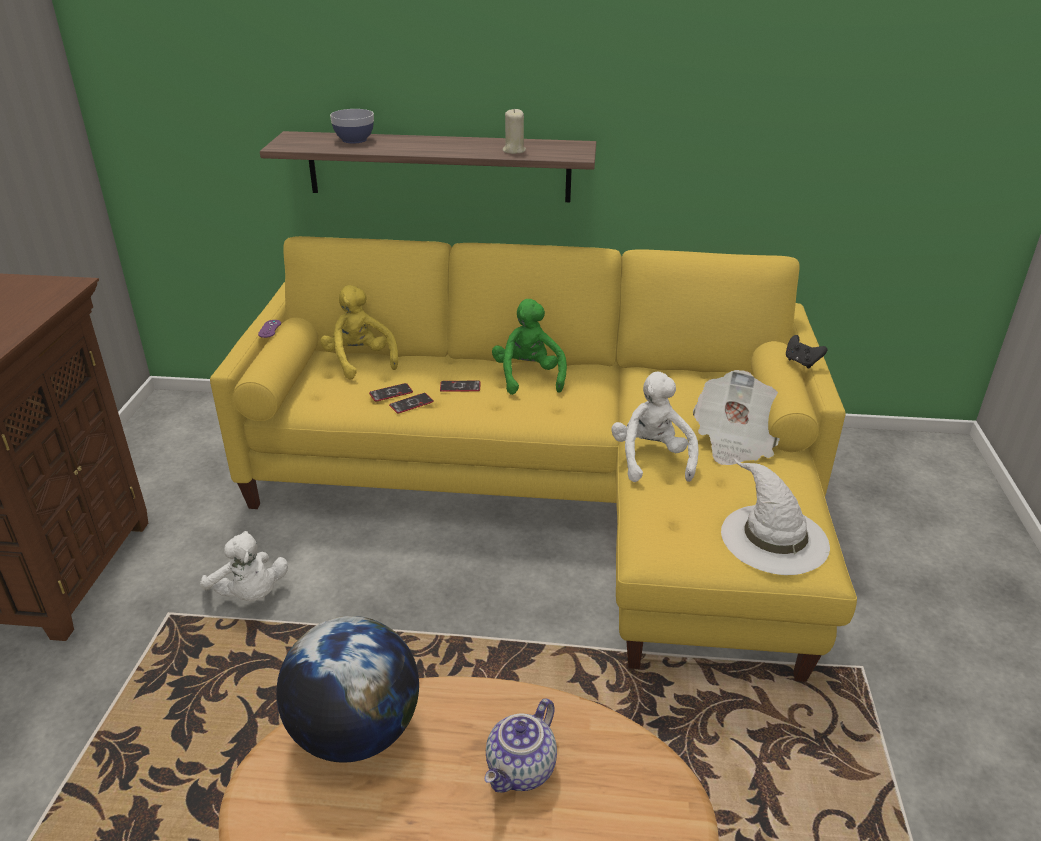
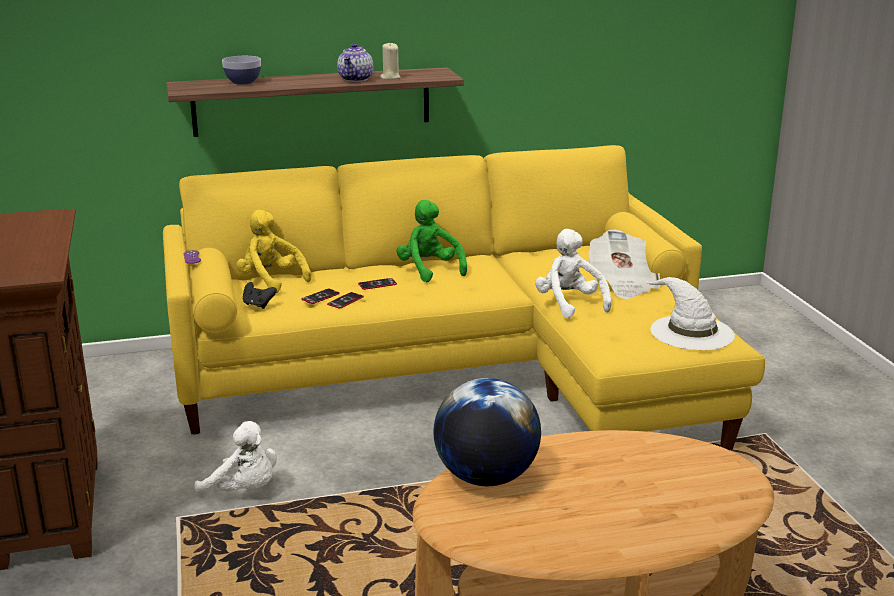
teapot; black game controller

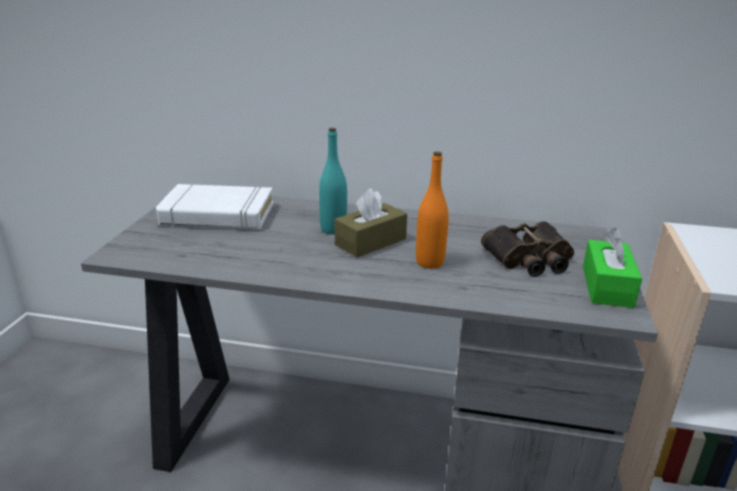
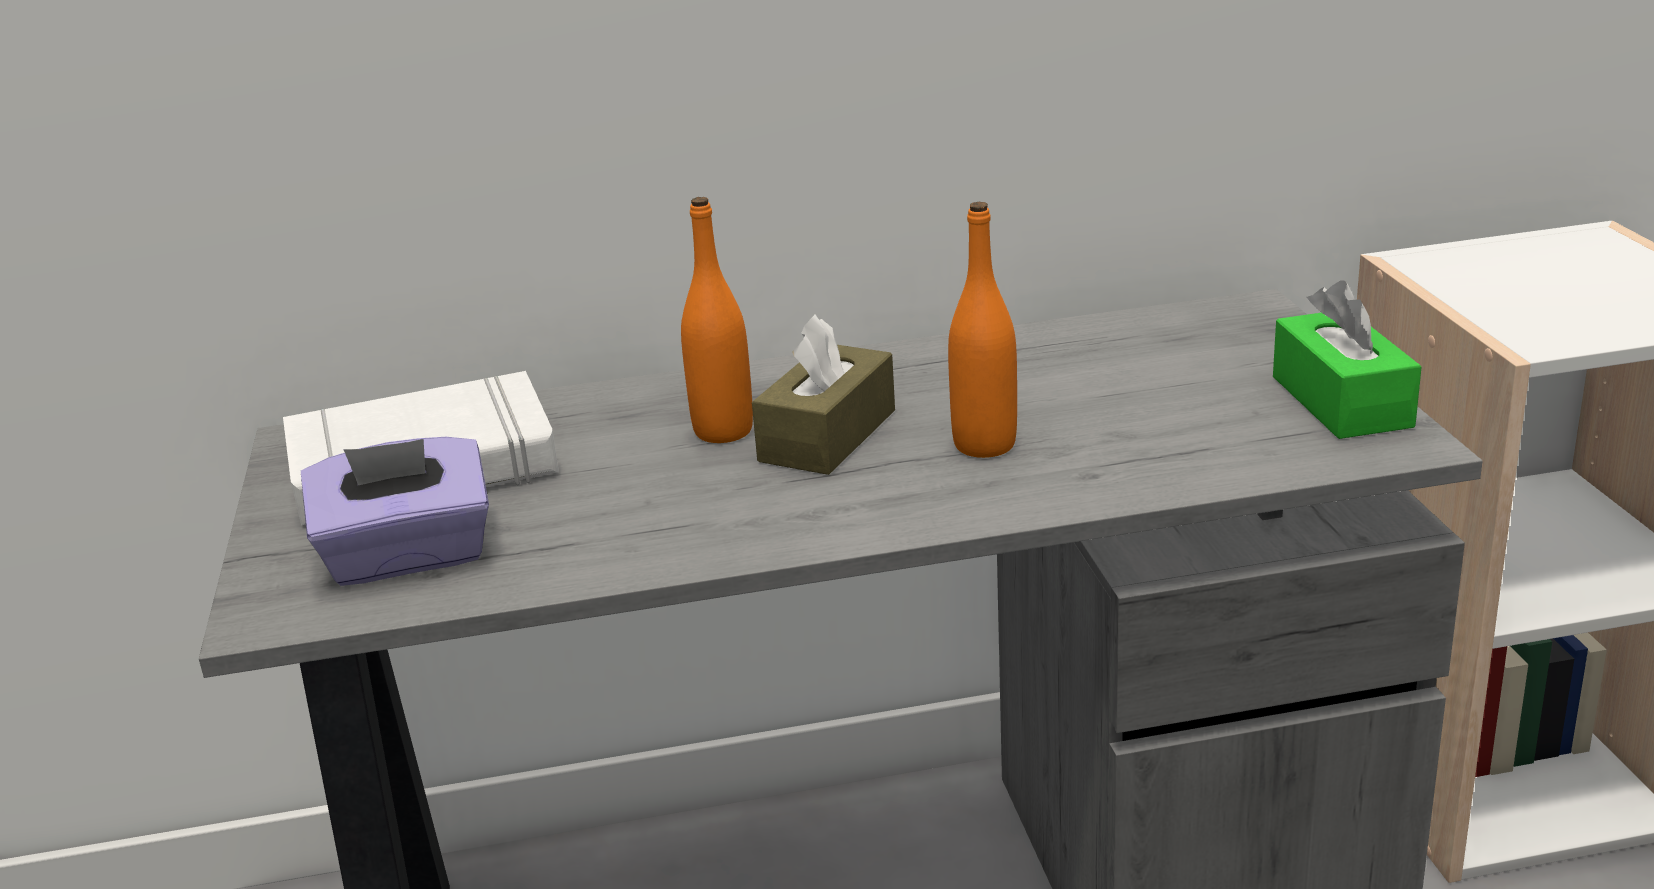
binoculars; purple-coloured tissue holder; orange-coloured beverage bottle (1st from left)

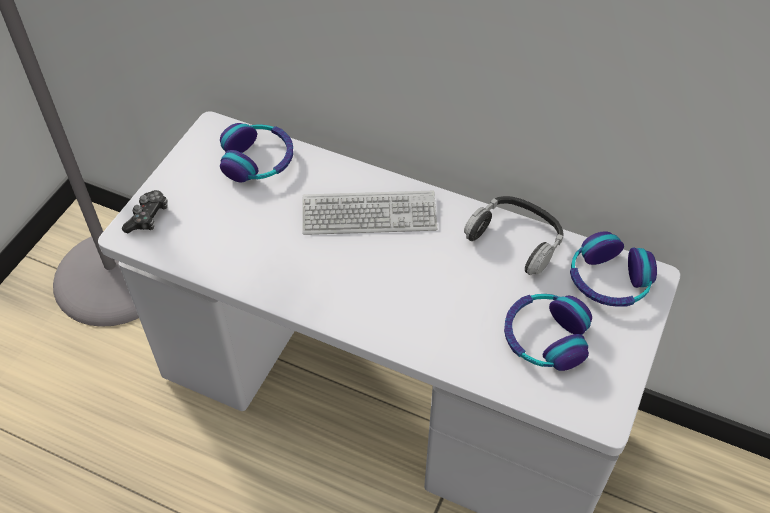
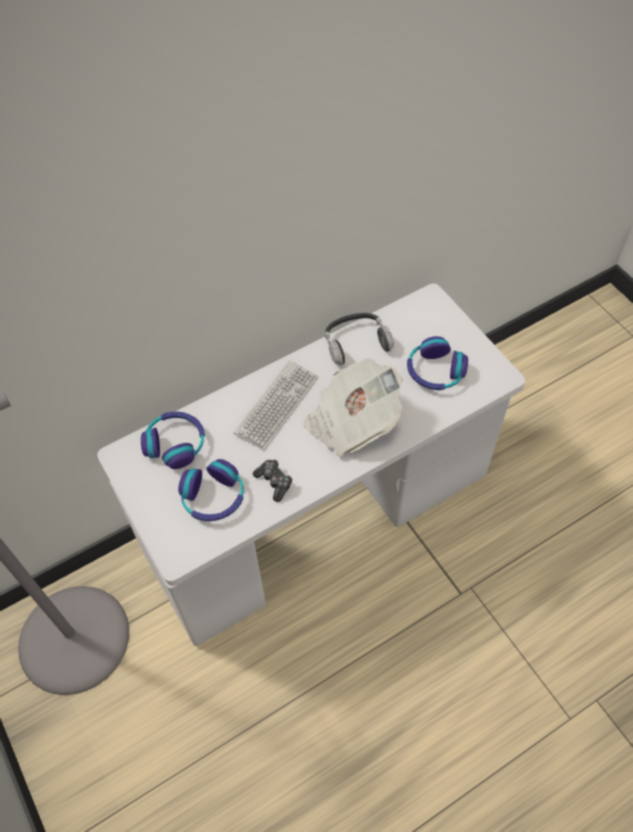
daily paper; game controller; headset (2nd from left)

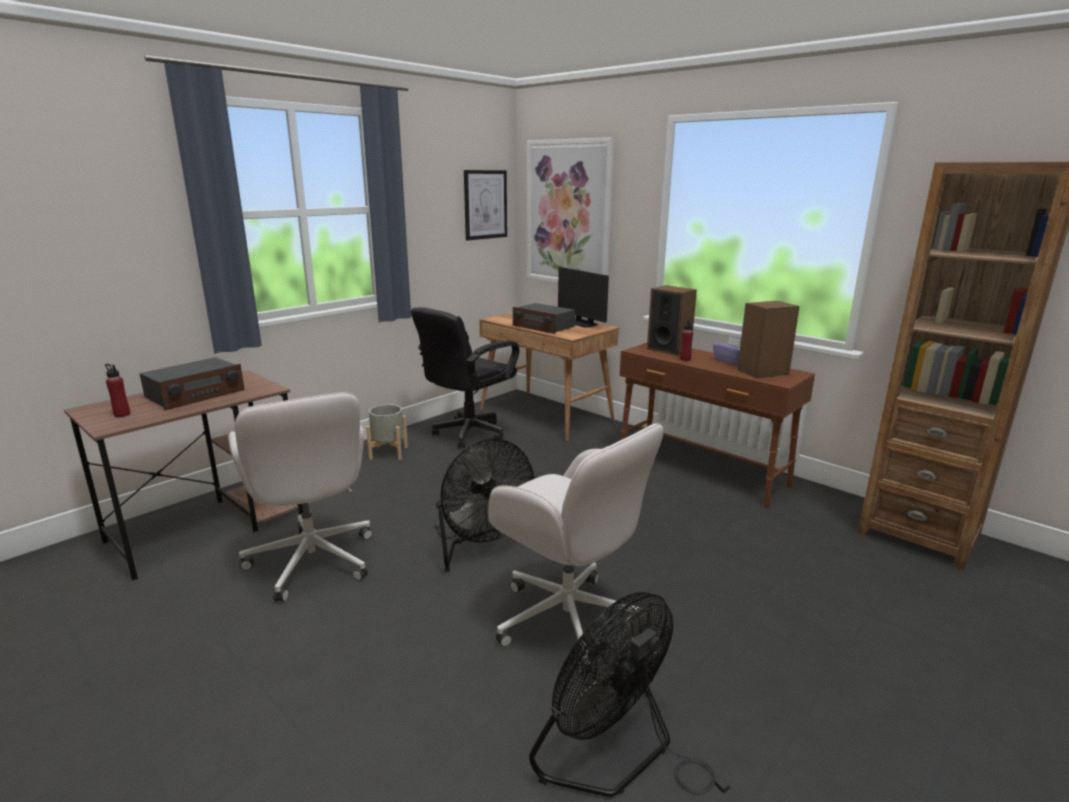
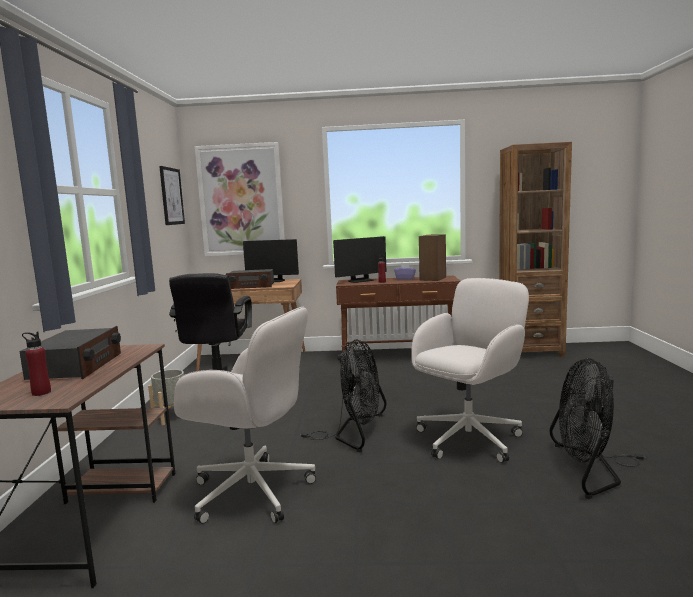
monitor (2nd from left); white desk chair (2nd from left)

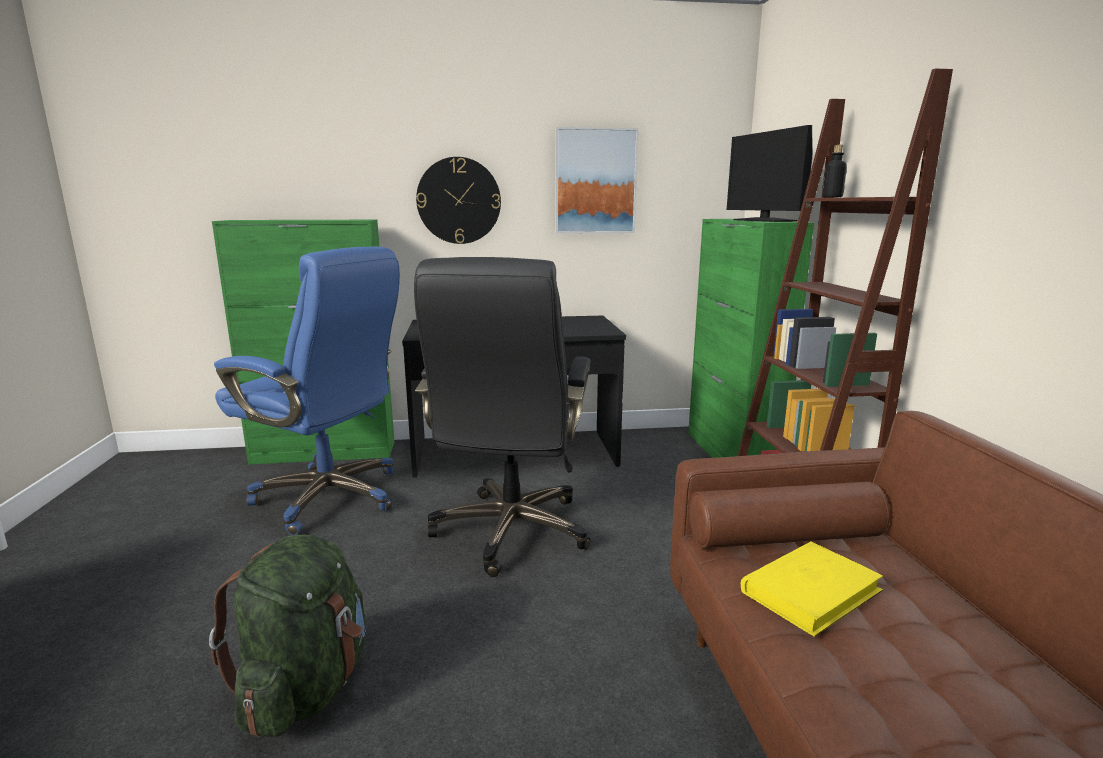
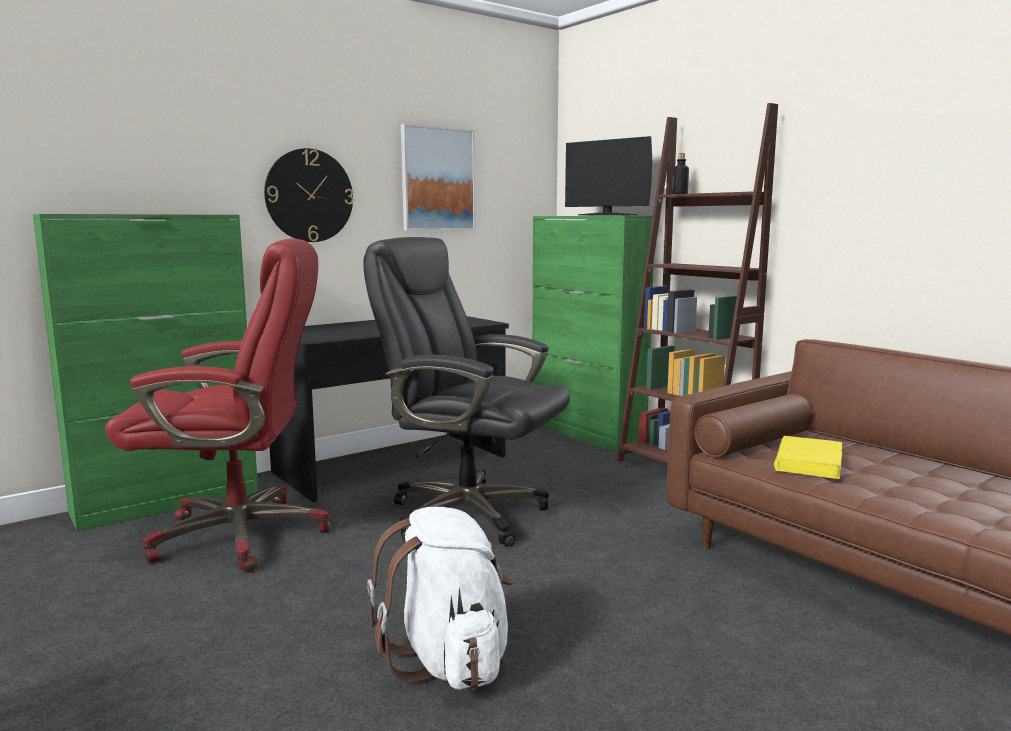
white rucksack; red-coloured desk chair; black desk chair

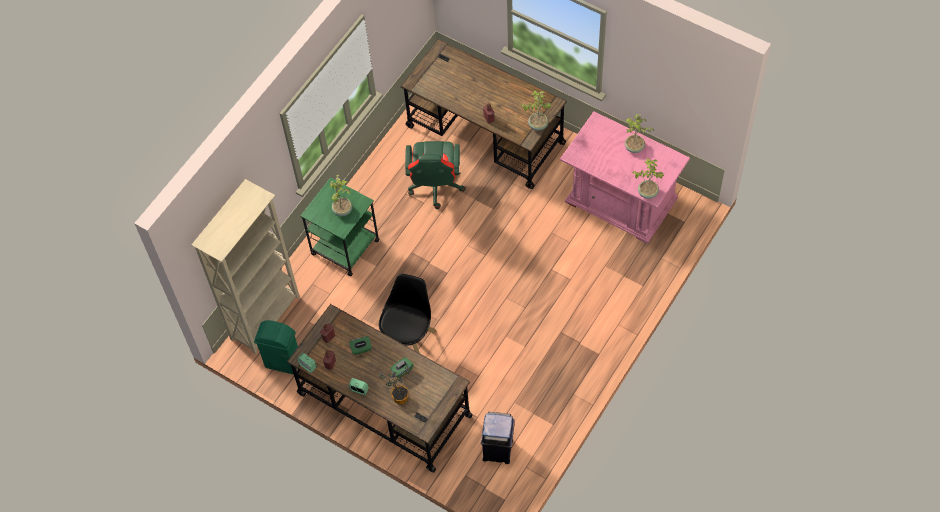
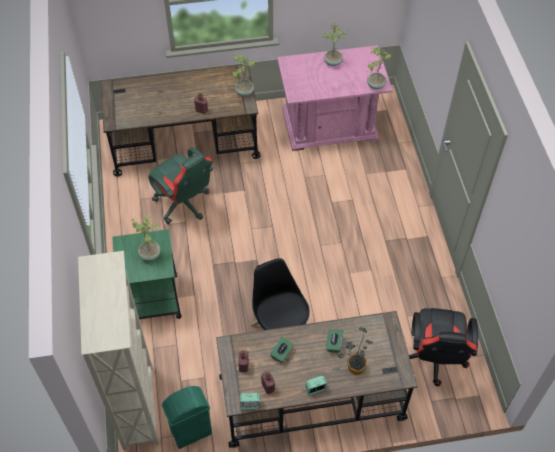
black desk chair

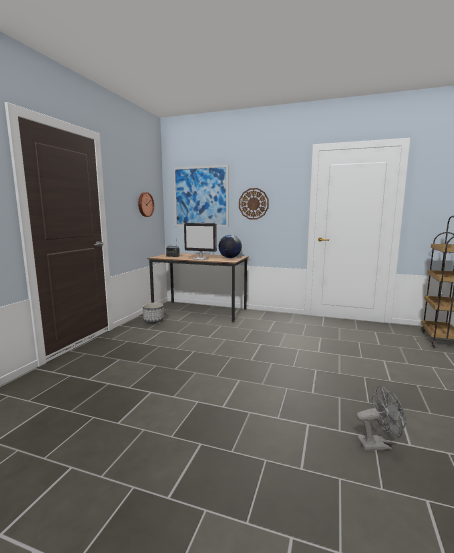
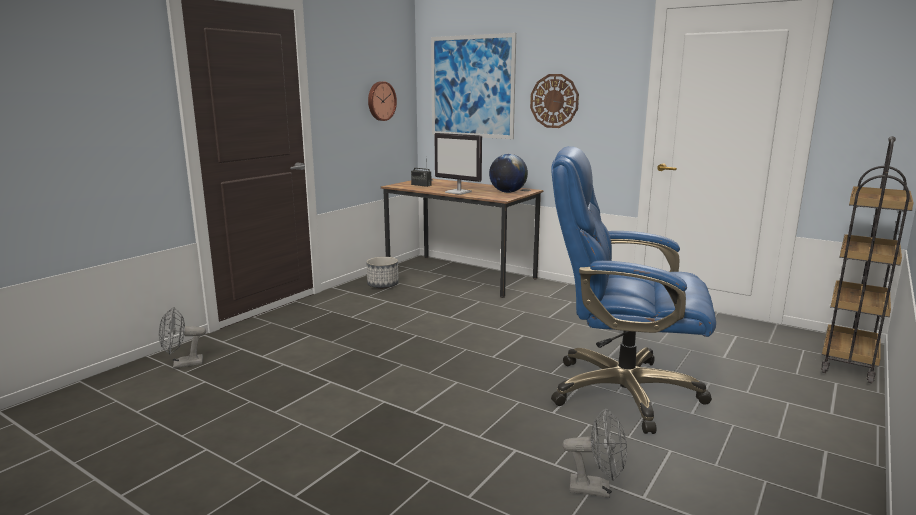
grey fan (1st from left); bluish desk chair

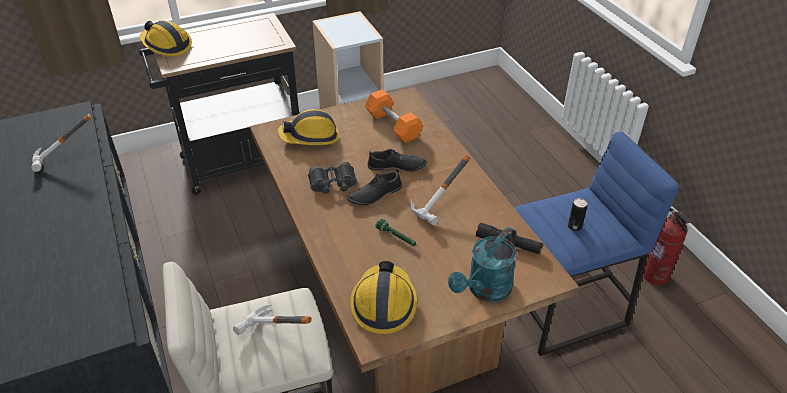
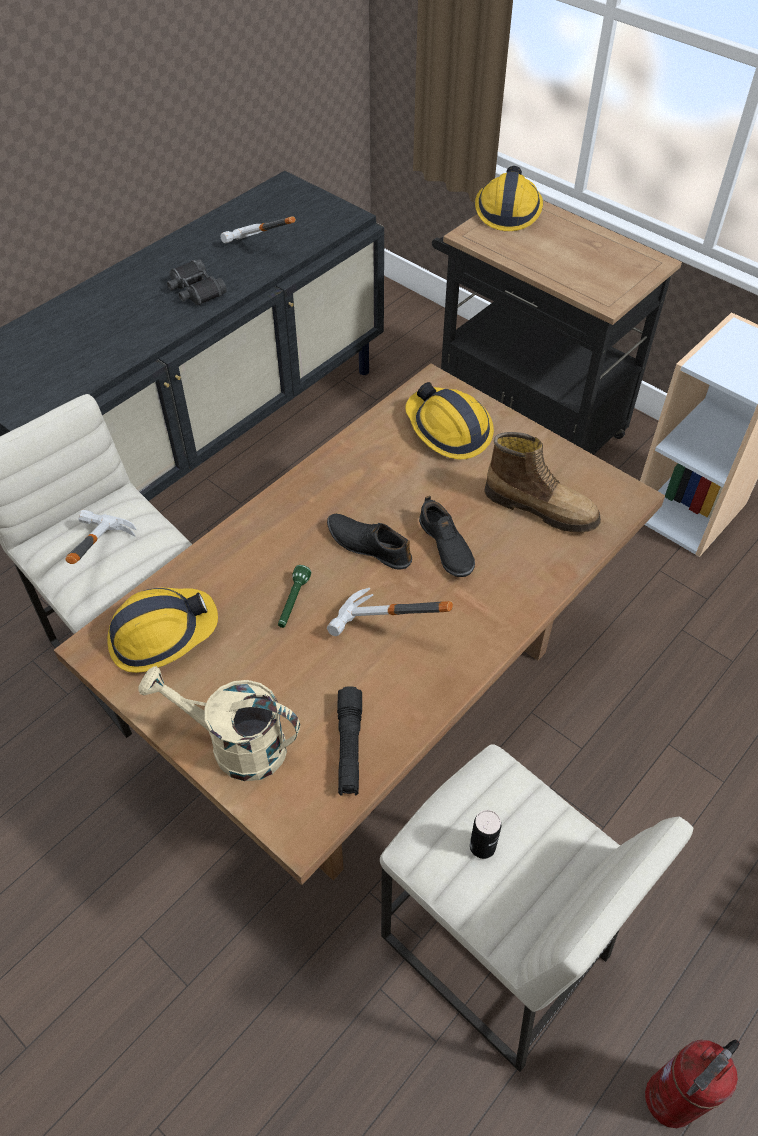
black binoculars; high-top boot; beige sprinkling can; beige stool seat (2nd from left)

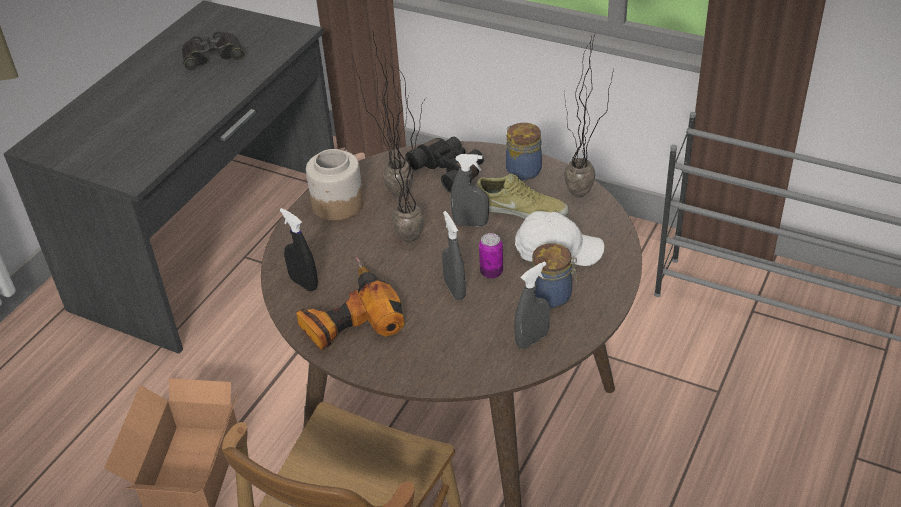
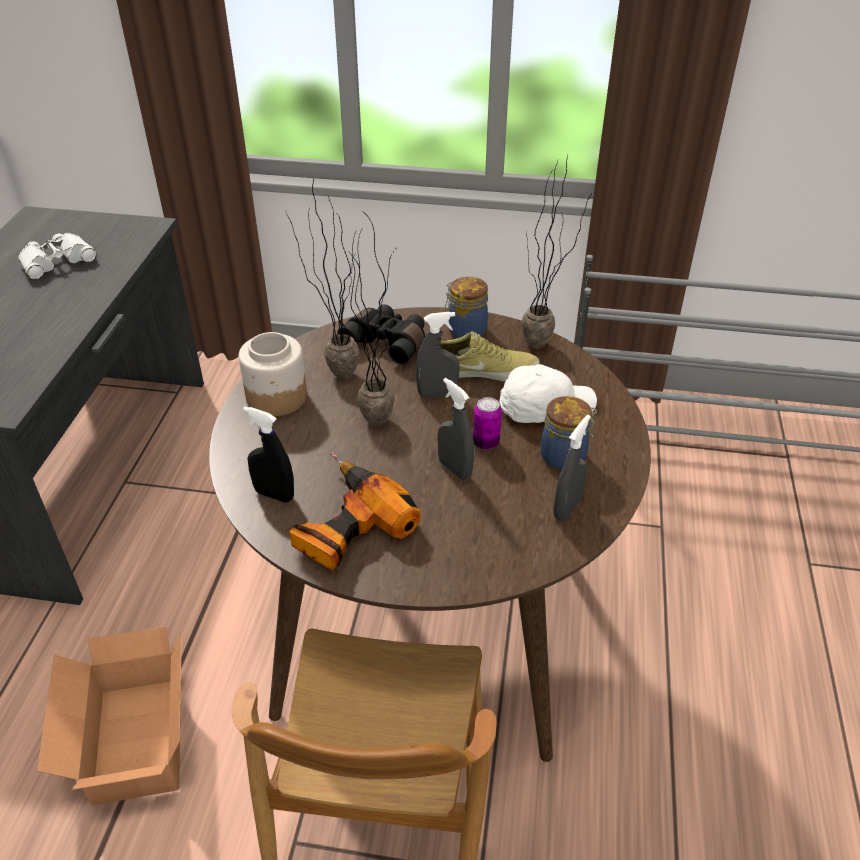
white binoculars

